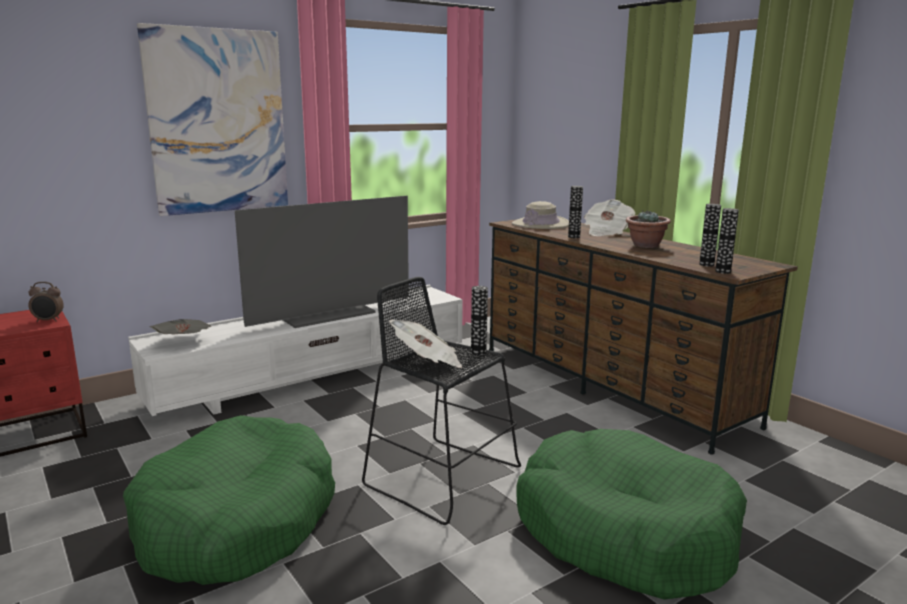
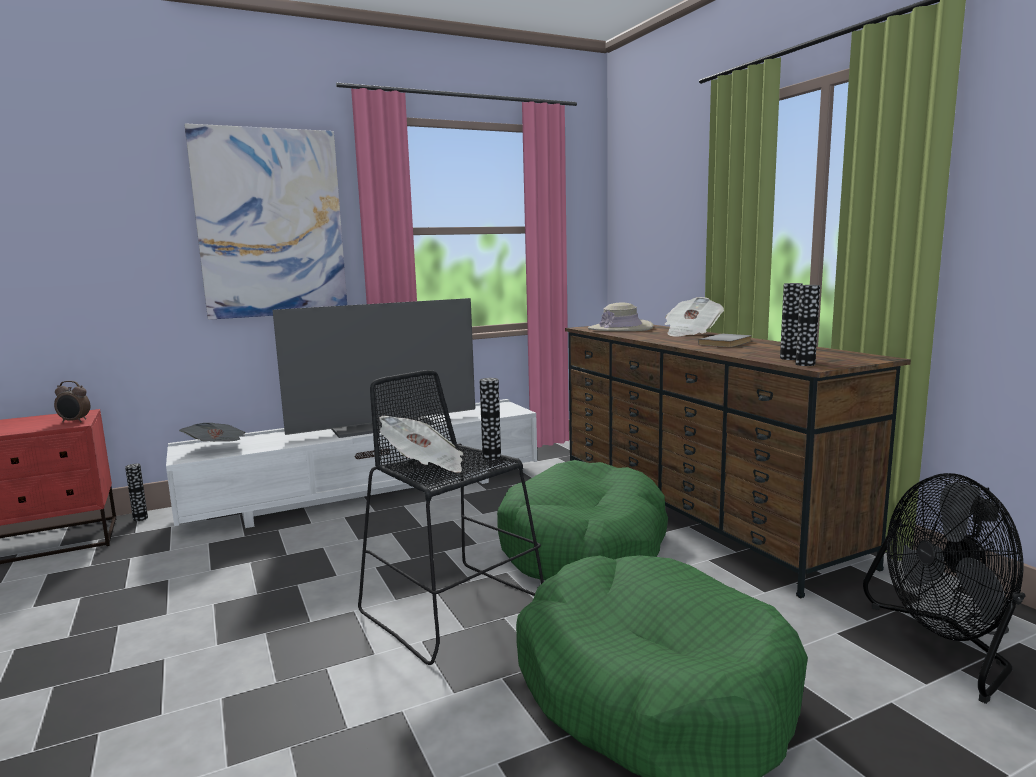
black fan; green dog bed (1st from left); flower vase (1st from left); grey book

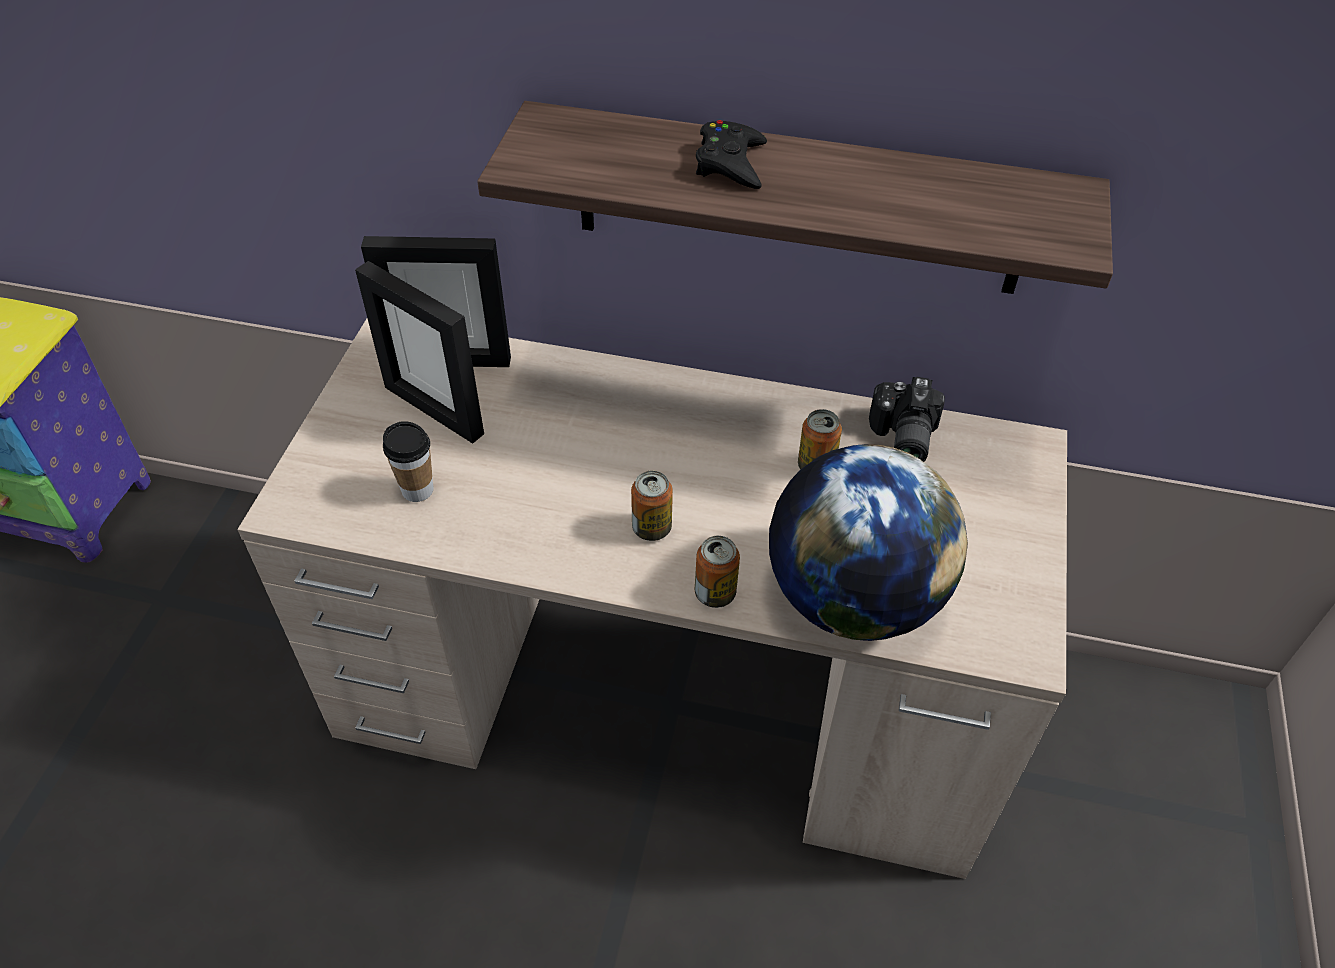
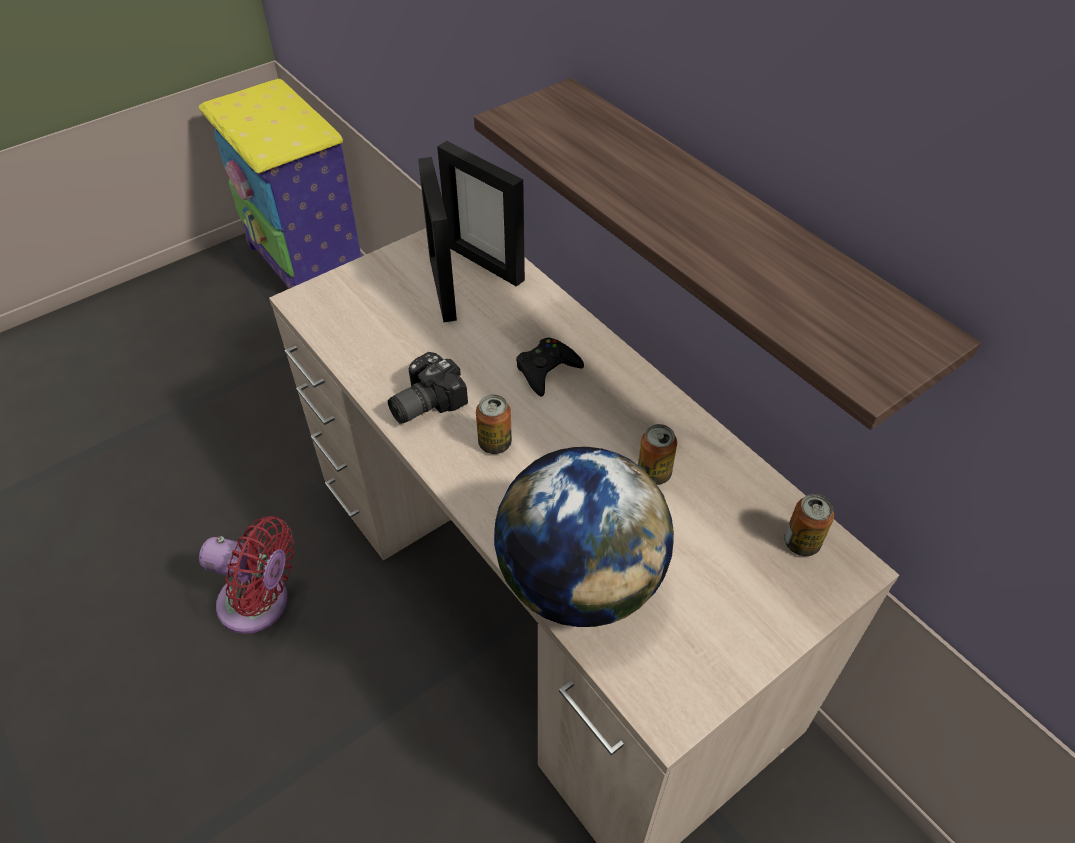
cup; red-coloured fan; can (3rd from left); black game controller; still camera

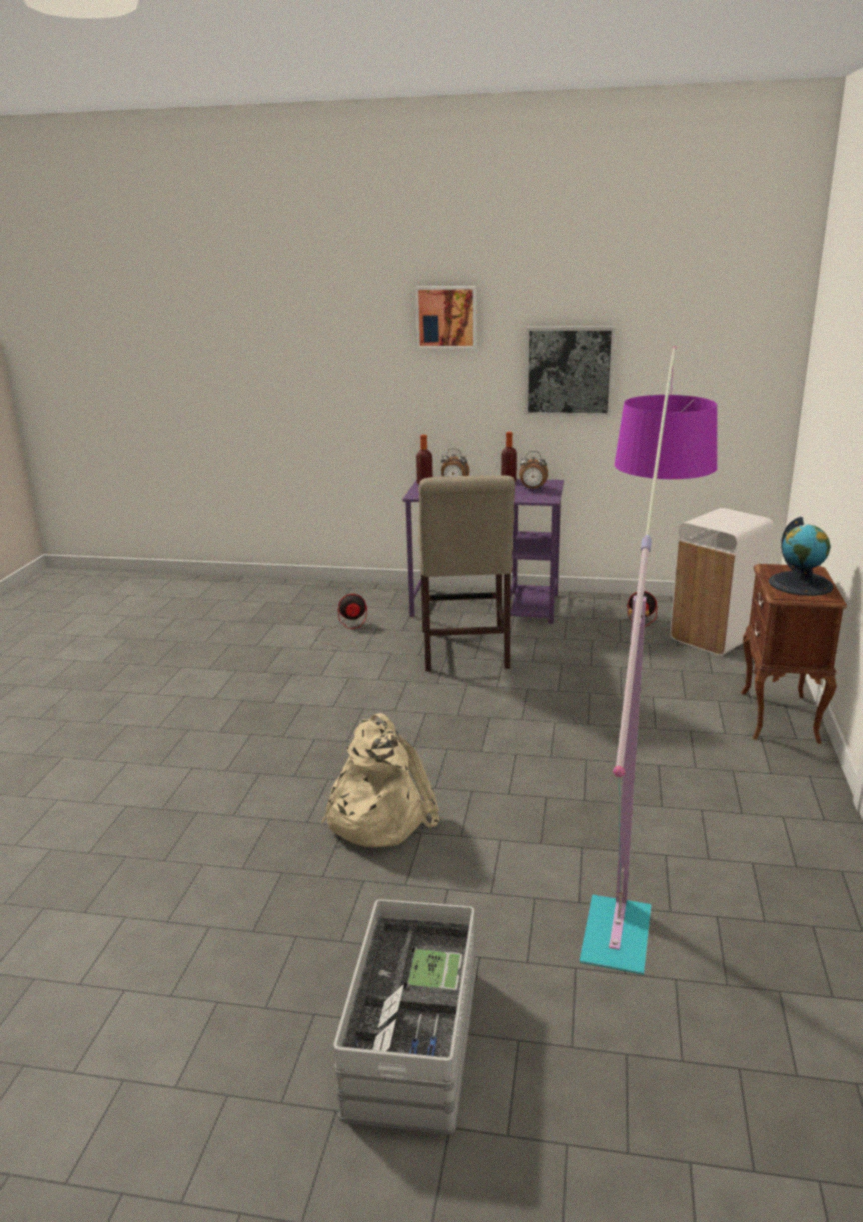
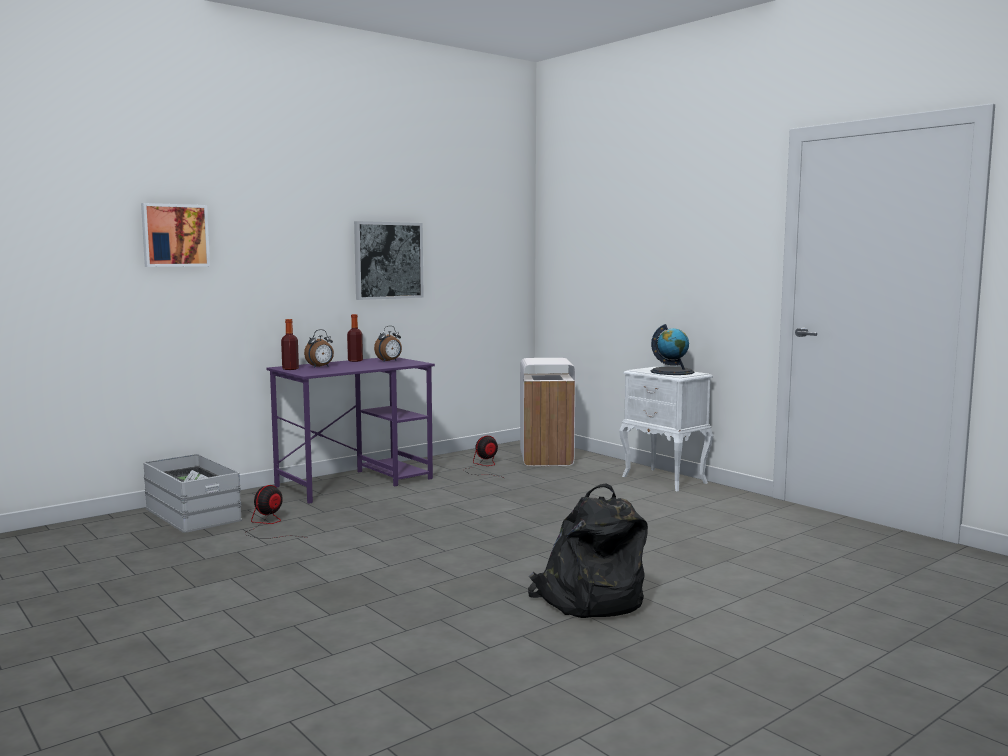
beige upright chair; standing lamp; grey storage box; picture (1st from left); black rucksack; white night table

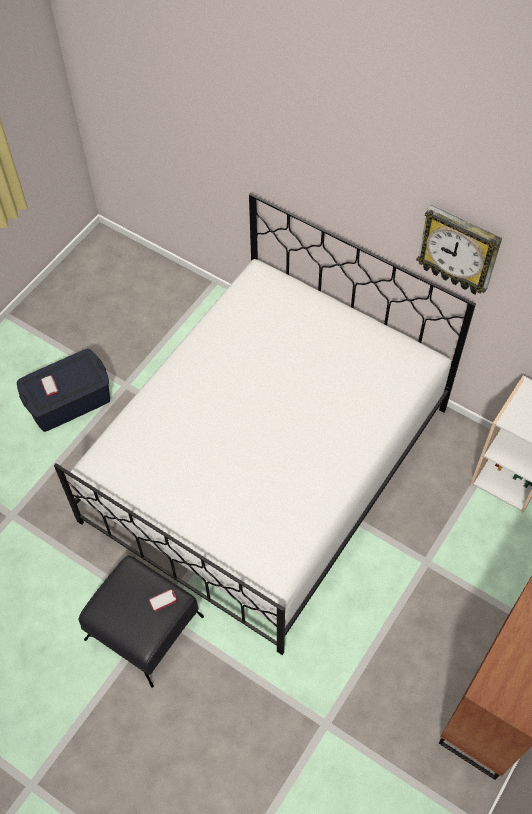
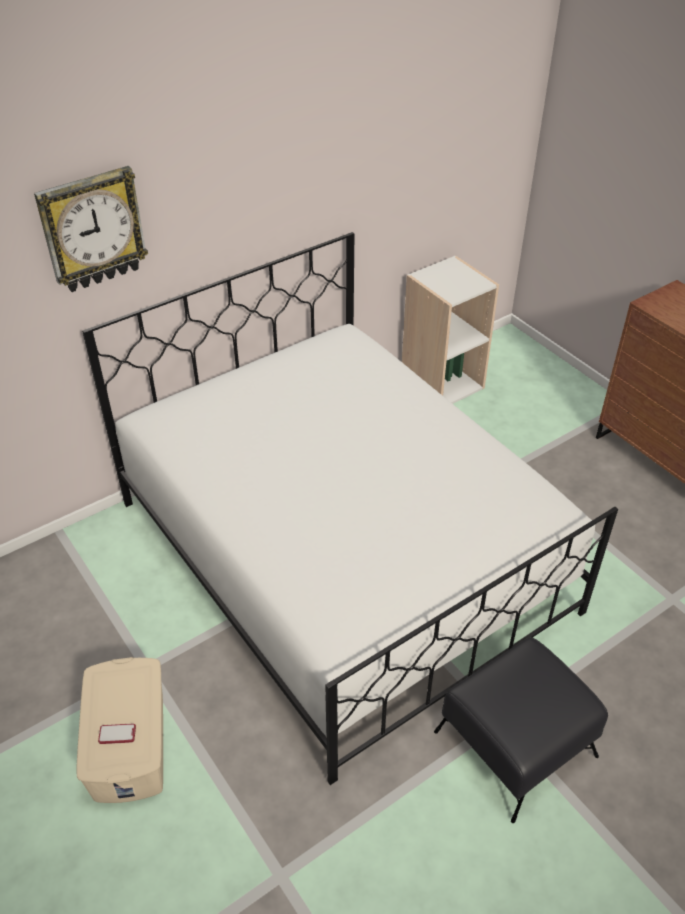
telephone (2nd from left in the first image); hanging clock; beige storage box

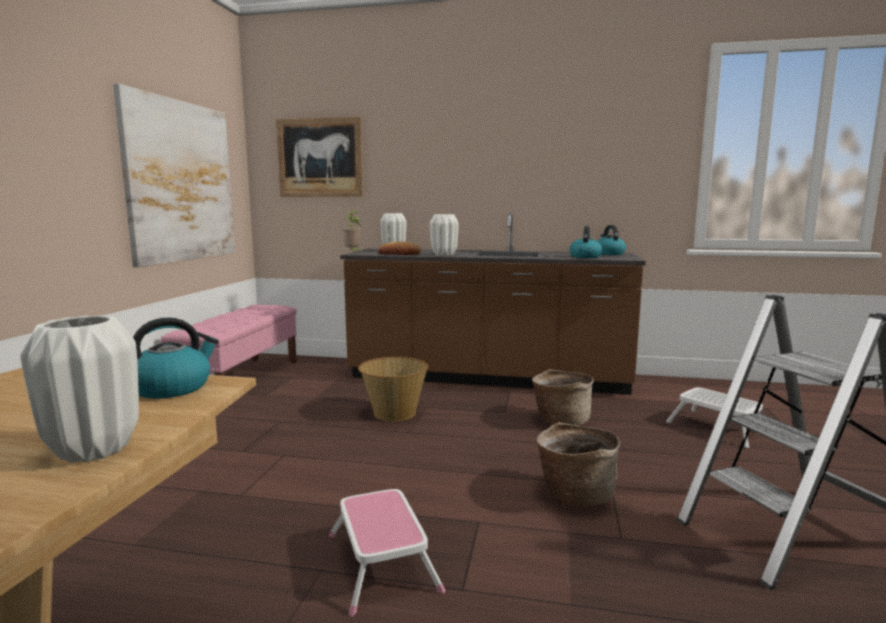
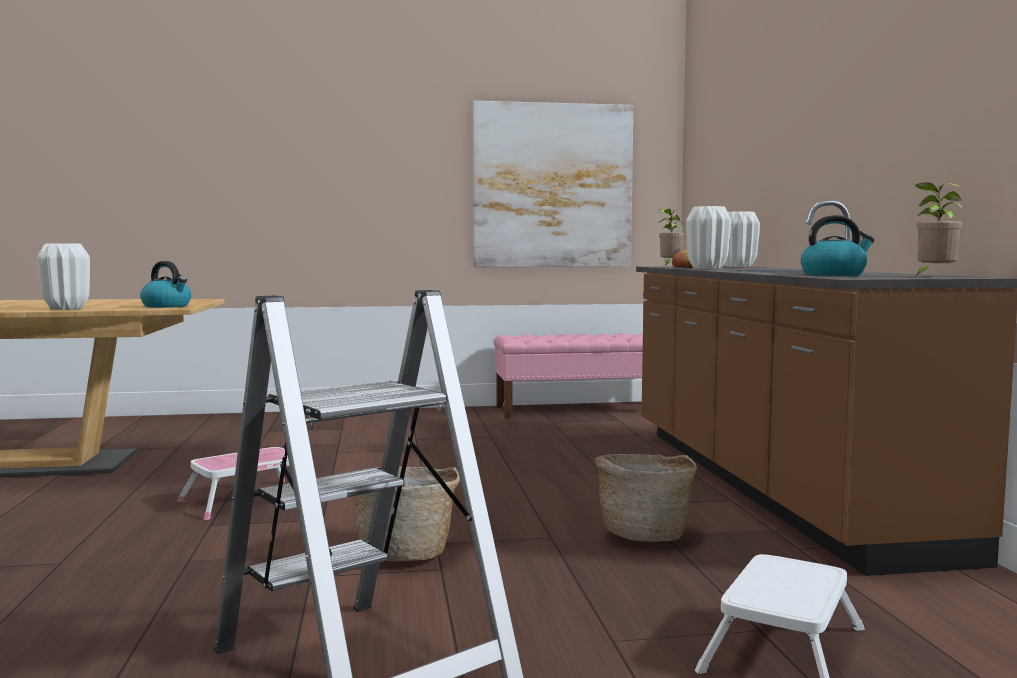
picture (2nd from left in the first image); basket (1st from left in the first image); potted plant (2nd from left)

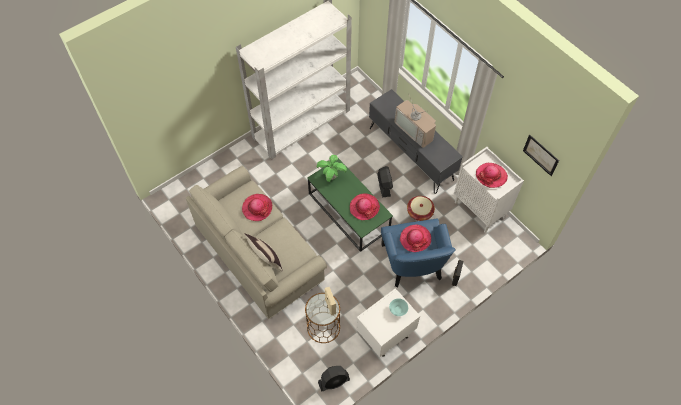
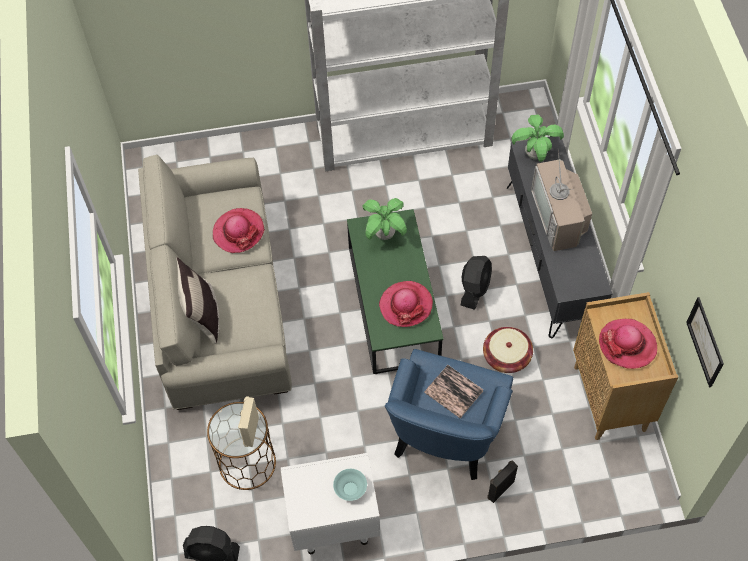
potted plant (2nd from left); book; brown-coloured cabinet

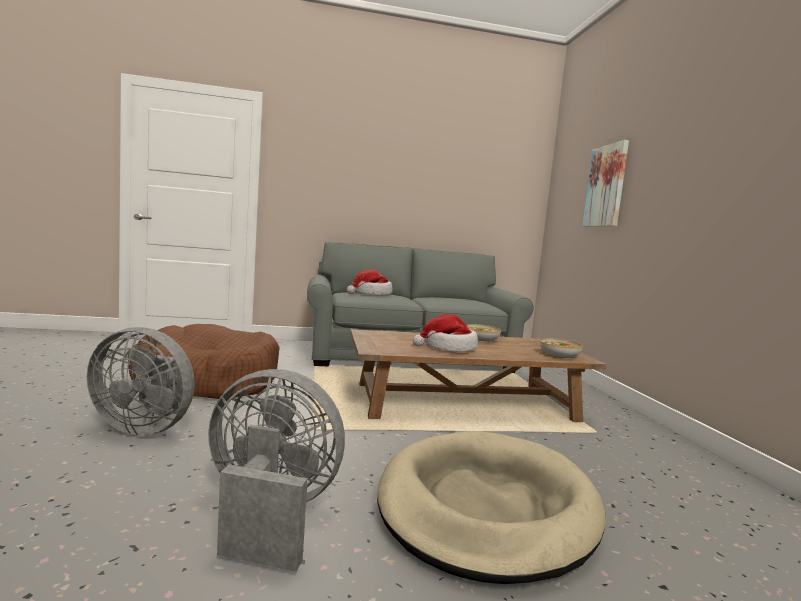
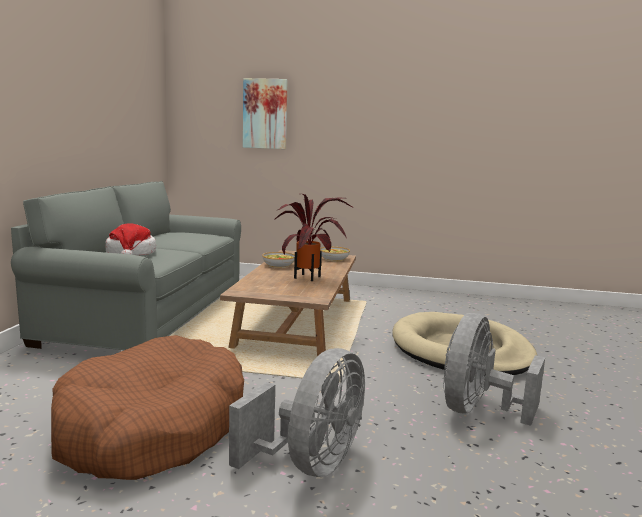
potted plant

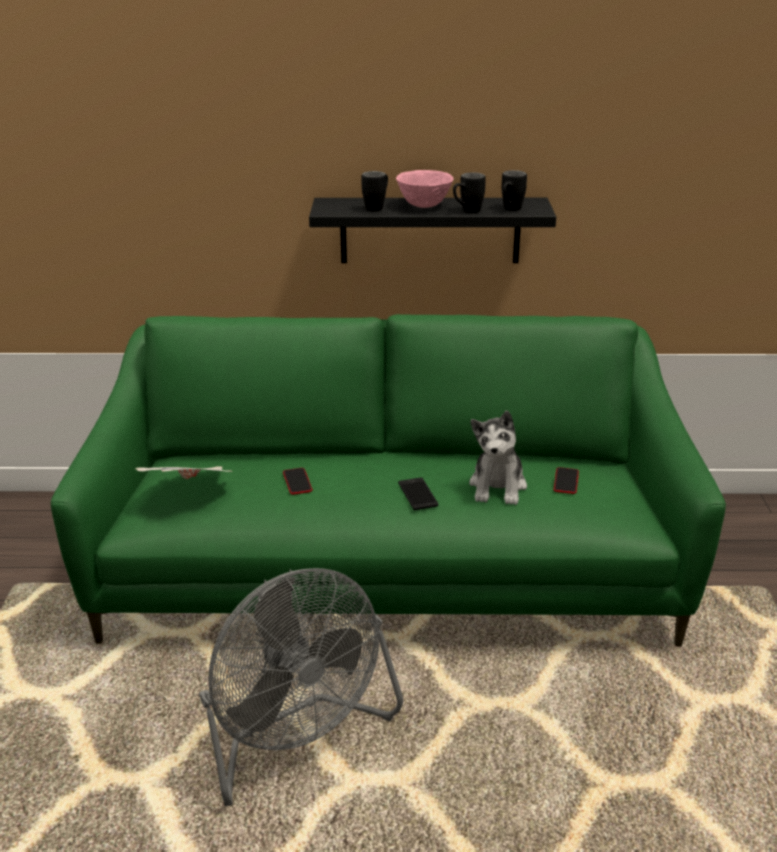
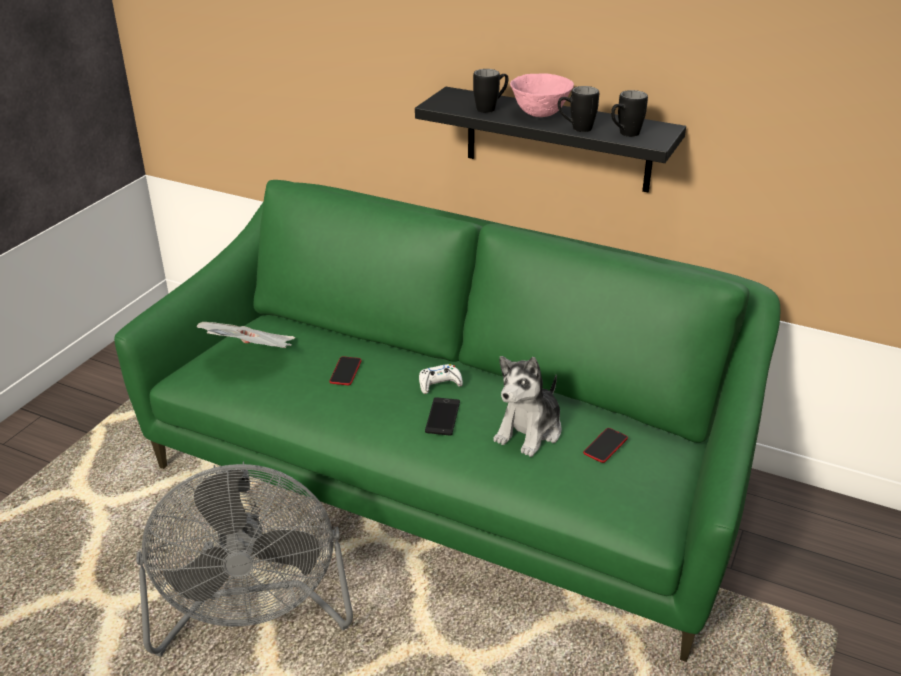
white game controller

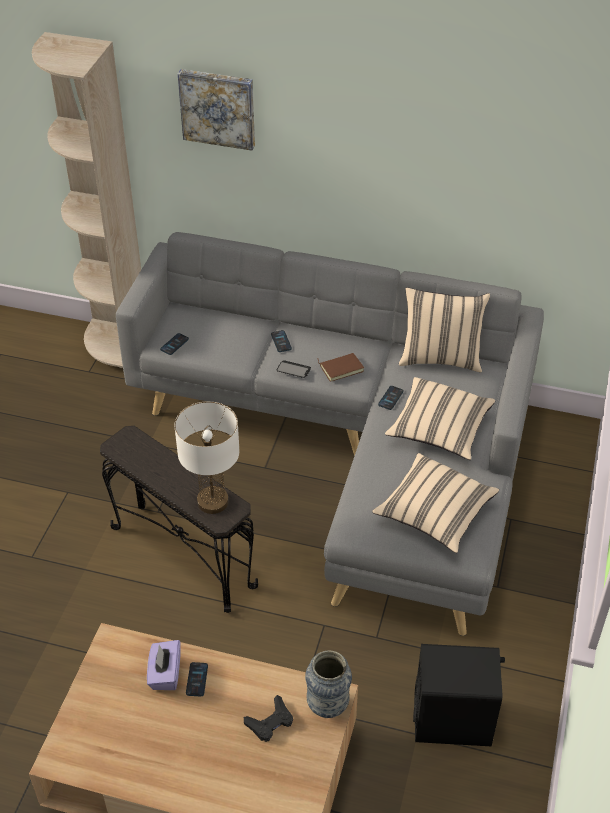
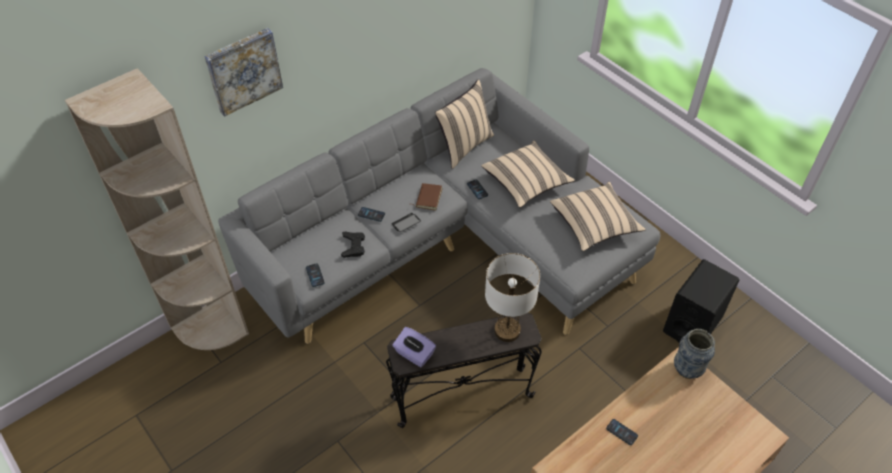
purple-coloured tissue holder; black game controller

